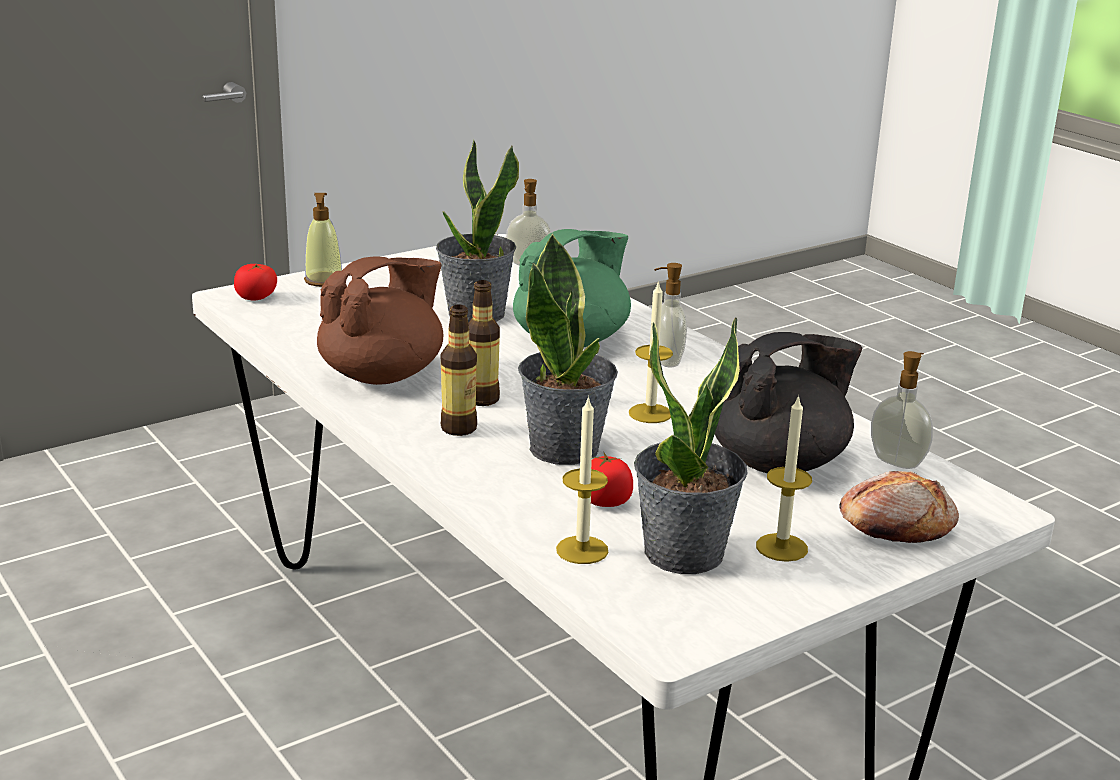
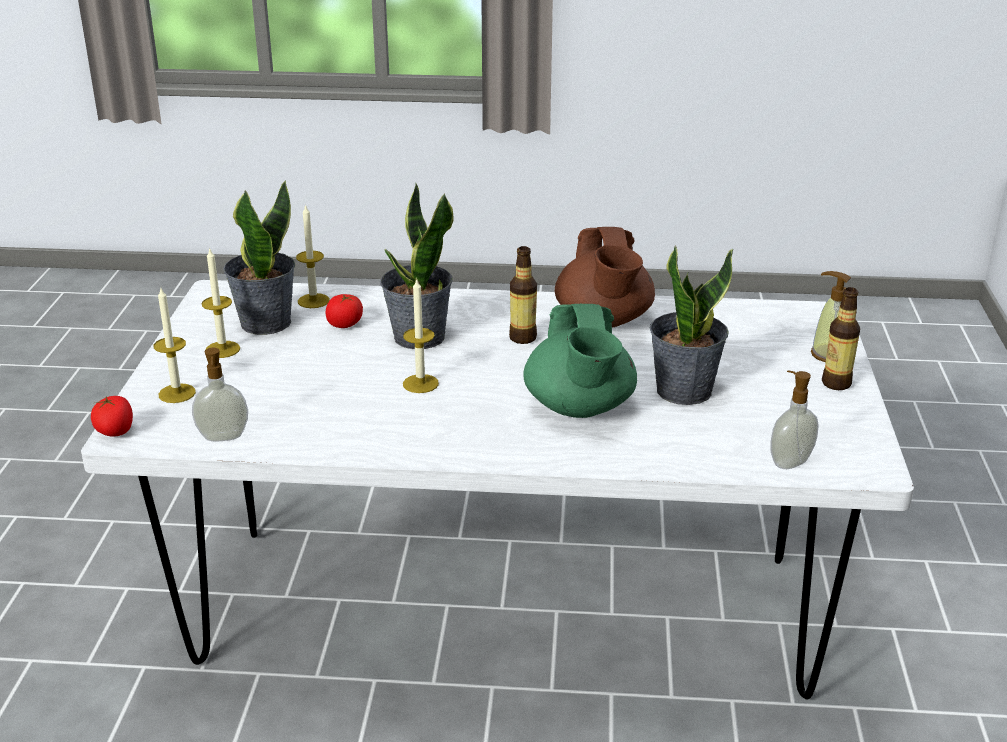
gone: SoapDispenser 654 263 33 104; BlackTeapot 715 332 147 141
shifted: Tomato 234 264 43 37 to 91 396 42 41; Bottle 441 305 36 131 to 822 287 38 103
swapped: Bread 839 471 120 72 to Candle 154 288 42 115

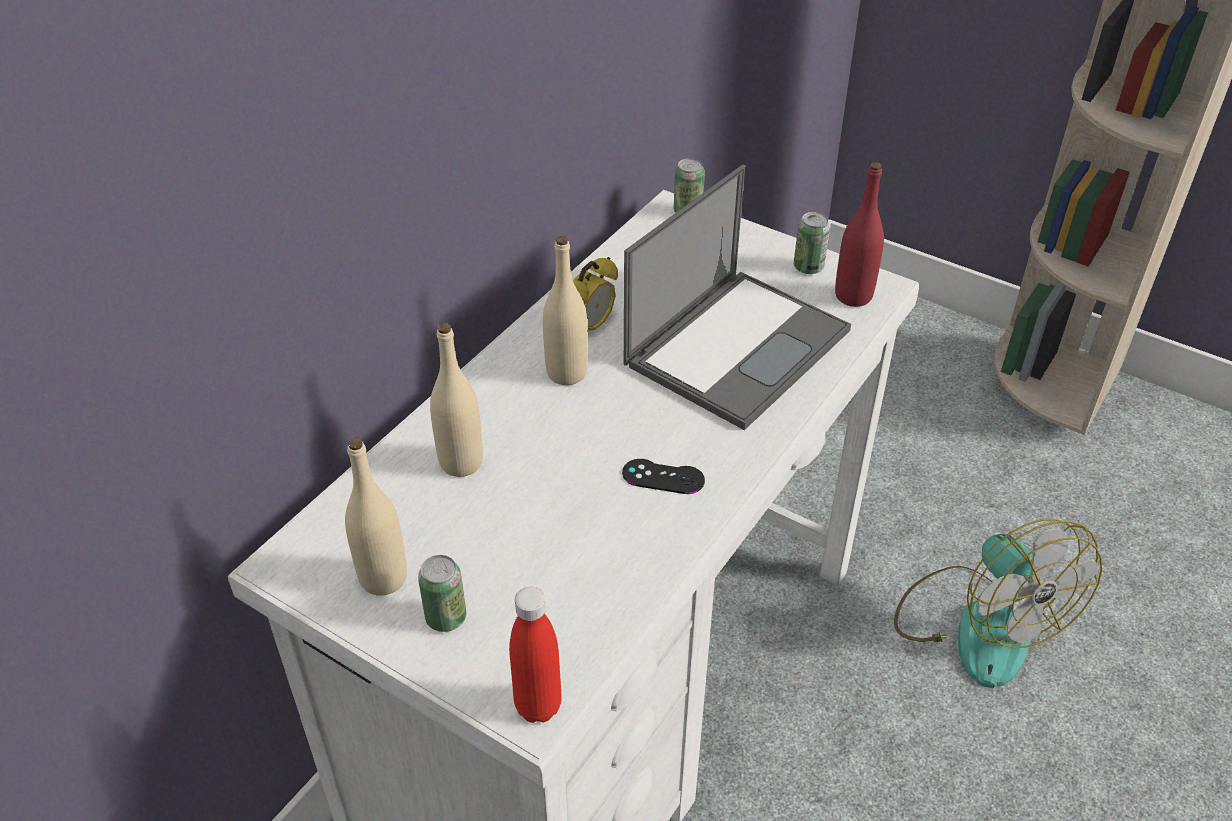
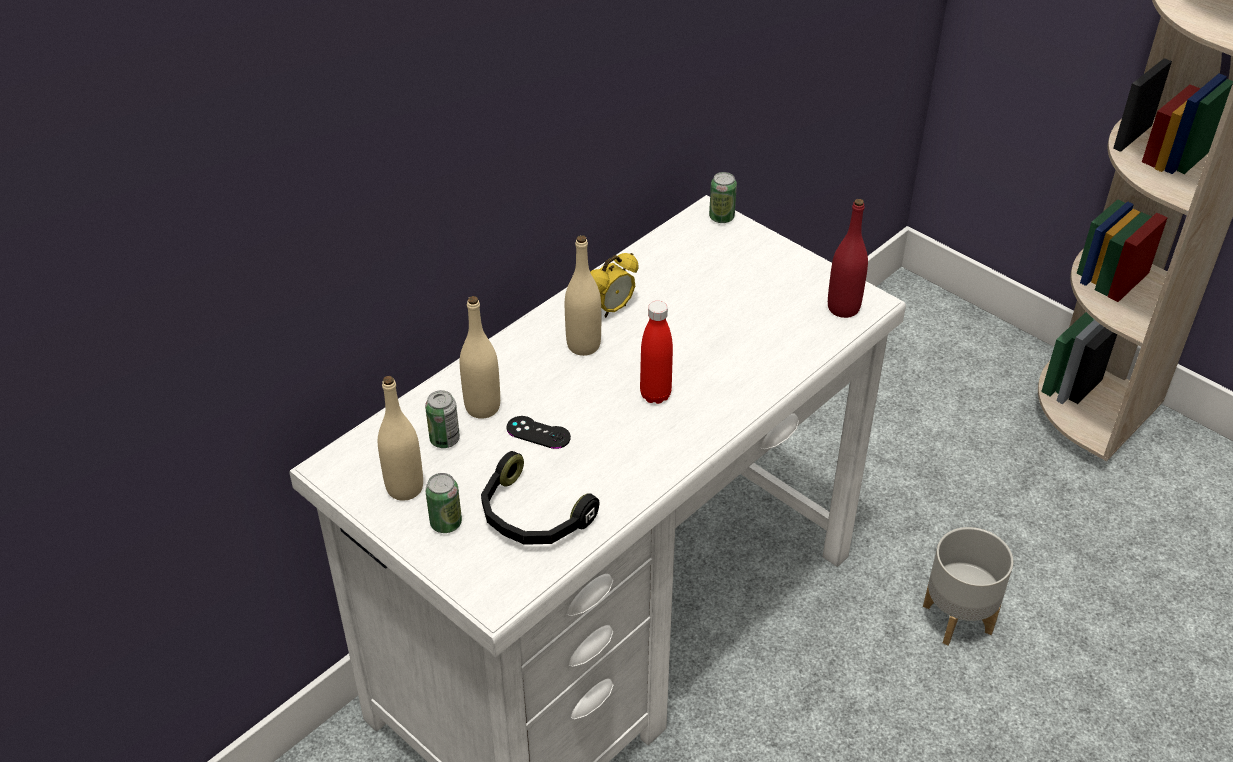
gone: Laptop 624 165 227 265
new: BlackHeadphones 481 451 118 94
shifted: RedBottle 509 587 53 136 to 640 301 33 103; BlackGameController 622 459 83 35 to 506 416 65 33; Can 794 212 36 62 to 425 390 35 58
swapped: Fan 894 519 208 169 to GreyPlanter 923 527 90 118

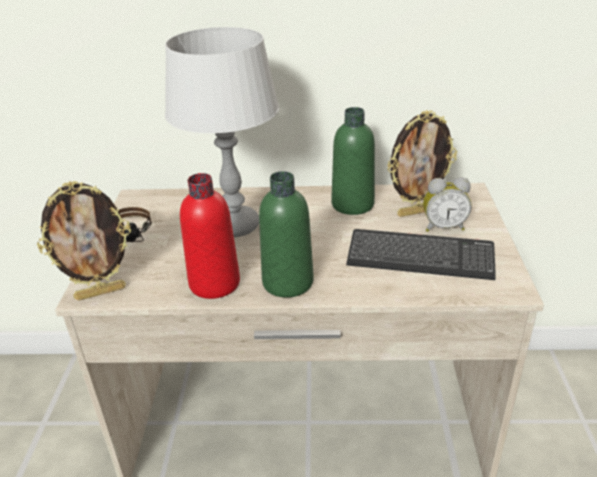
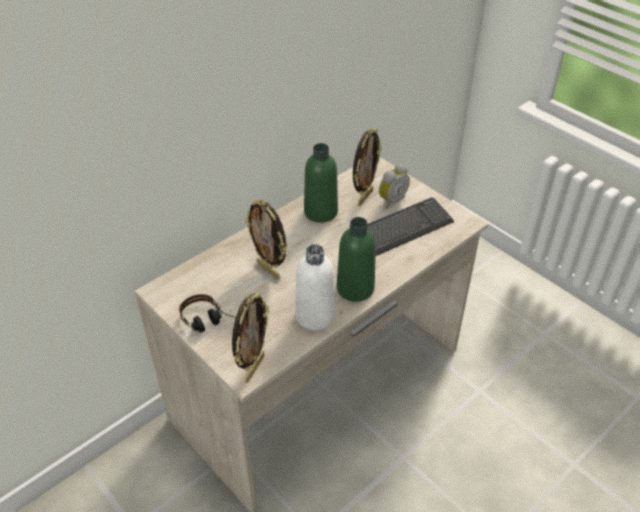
swapped: GreyTableLamp 165 27 114 210 to PictureFrame 245 199 42 81
repainted: RedBottle 180 173 60 126 to WhiteBottle 296 244 39 86

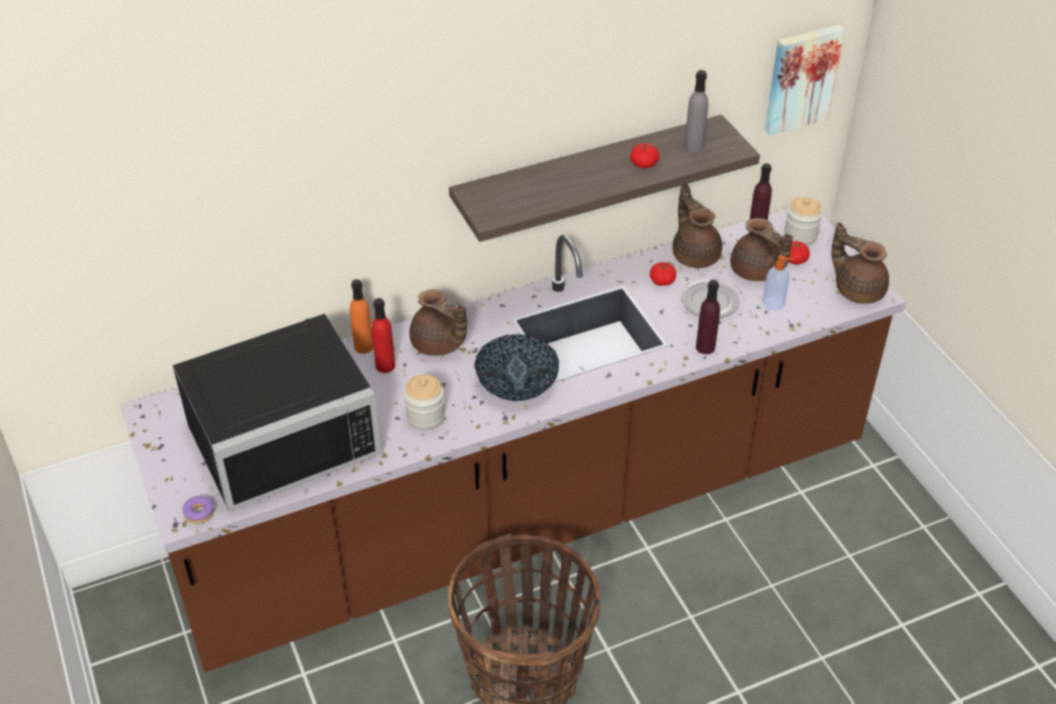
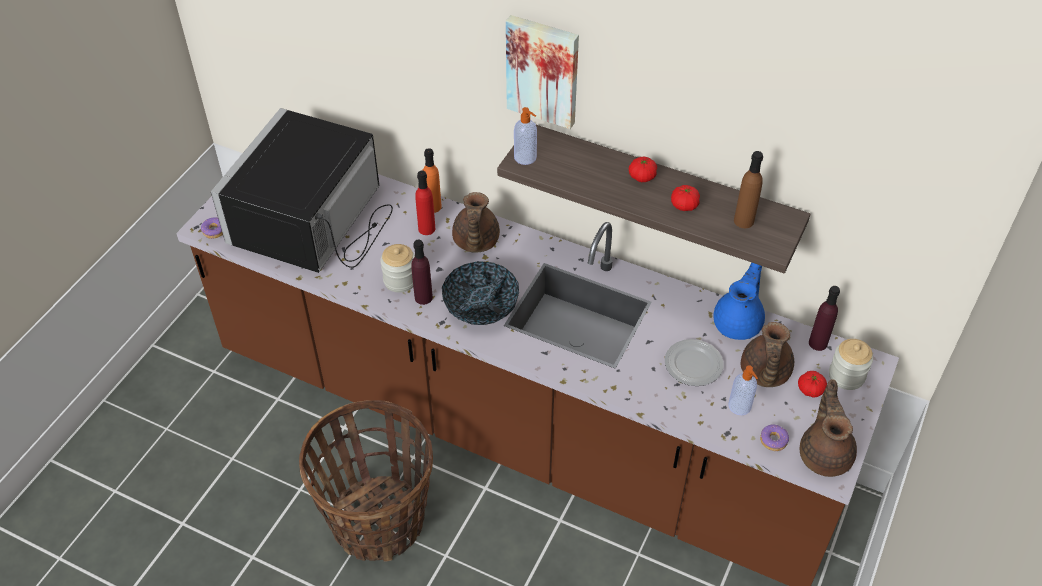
new: SoapDispenser 514 107 23 58; Donut 760 425 29 26
shifted: Tomato 650 262 26 24 to 629 157 28 25; PurpleBottle 696 280 24 74 to 411 240 22 65; Picture 765 25 80 111 to 506 15 73 114
repainted: BrownTeapot 672 184 50 84 to BlueTeapot 713 262 52 78; GreyBottle 684 70 24 83 to BrownBottle 734 151 29 77
rotated: BlackMicrowave 173 314 209 198 = 211 108 182 165 90 degrees clockwise

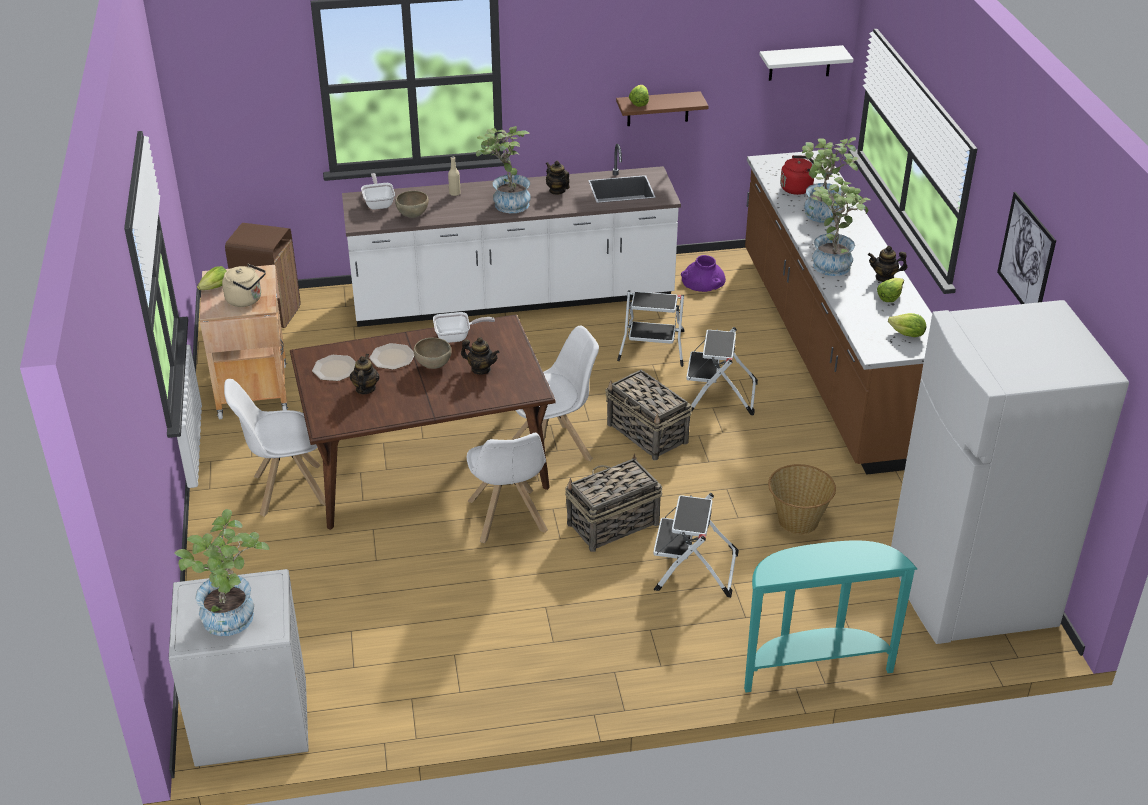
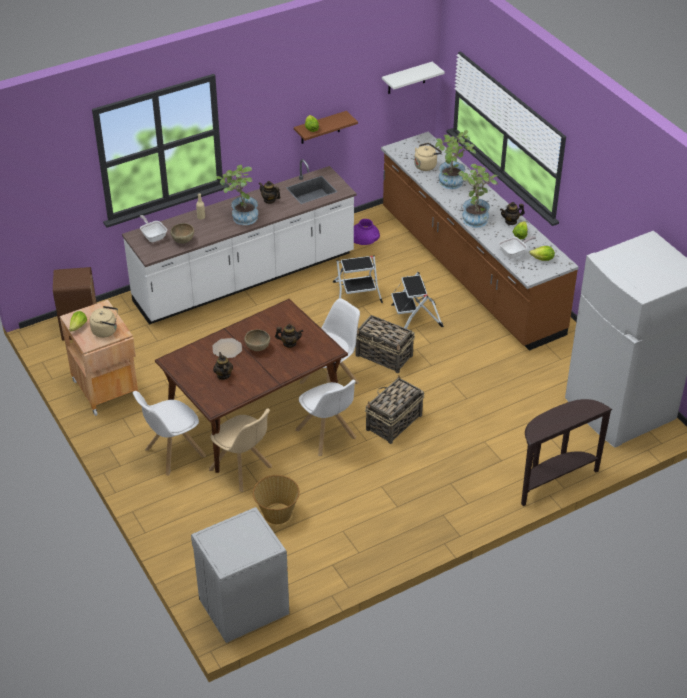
gone: PottedPlant 175 509 95 127; Plate 312 355 44 26; StepLadder 653 493 86 104; Picture 997 192 59 112
new: BeigeChair 209 409 63 83
shifted: FryingPan 433 312 62 31 to 499 236 38 23; Basket 768 464 68 70 to 253 475 47 49
repainted: TurquoiseConsoleTable 744 540 173 152 to BrownConsoleTable 521 399 91 107; RedKettle 780 155 34 40 to BeigeKettle 414 143 28 28

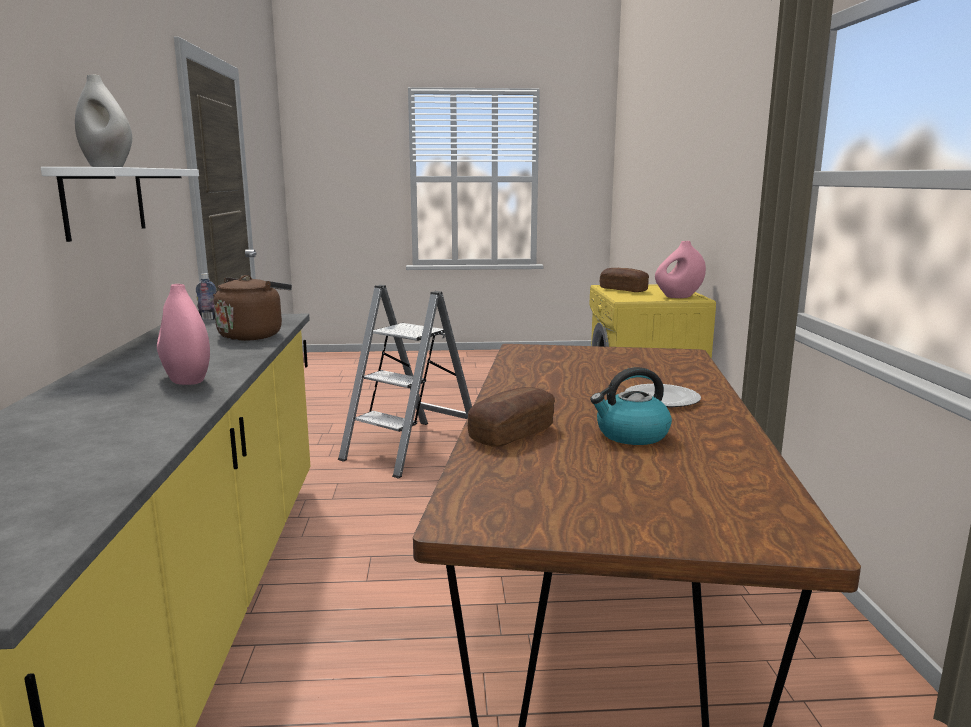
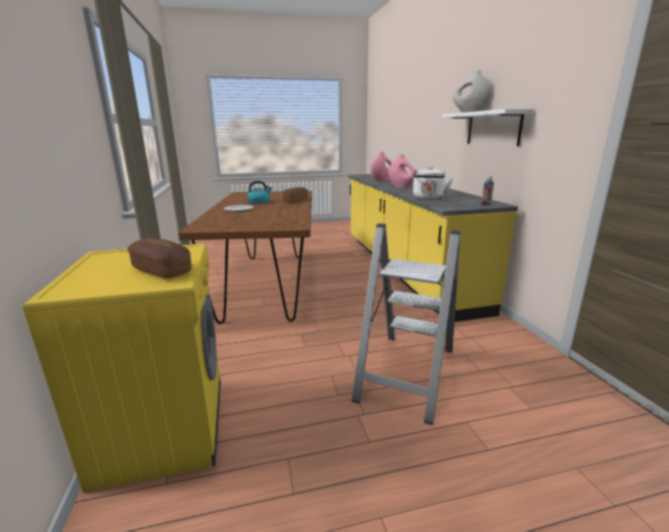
shifted: PinkVase 655 241 51 57 to 371 152 21 30
repainted: BrownKettle 213 275 79 66 to WhiteKettle 413 167 40 32

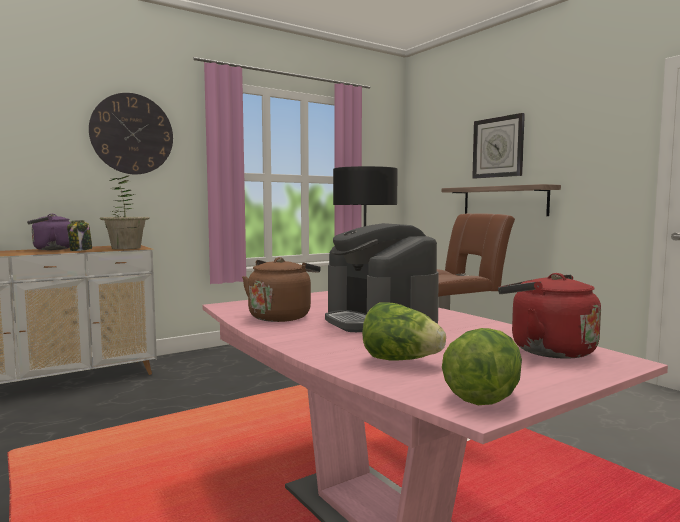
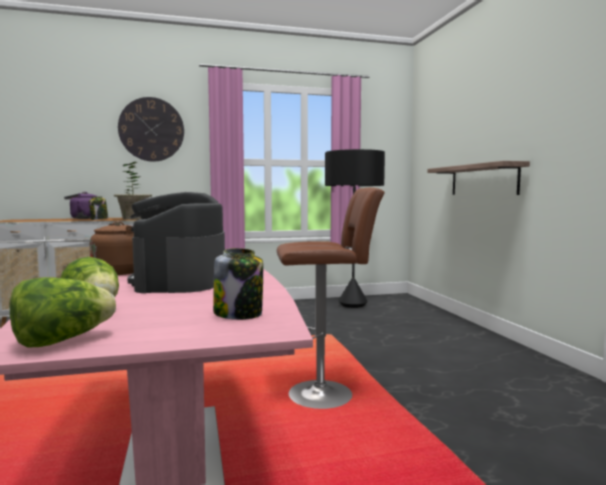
gone: WallClock 472 113 53 65
swapped: RedKettle 498 273 103 86 to Jar 213 248 50 72

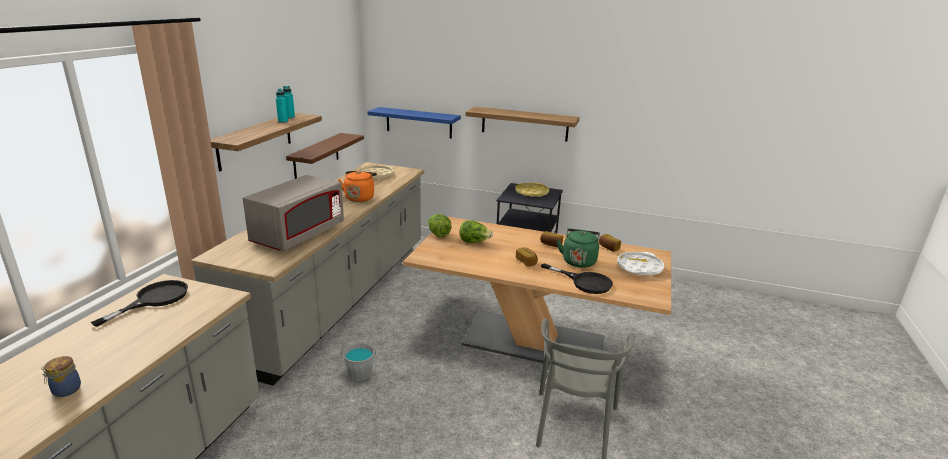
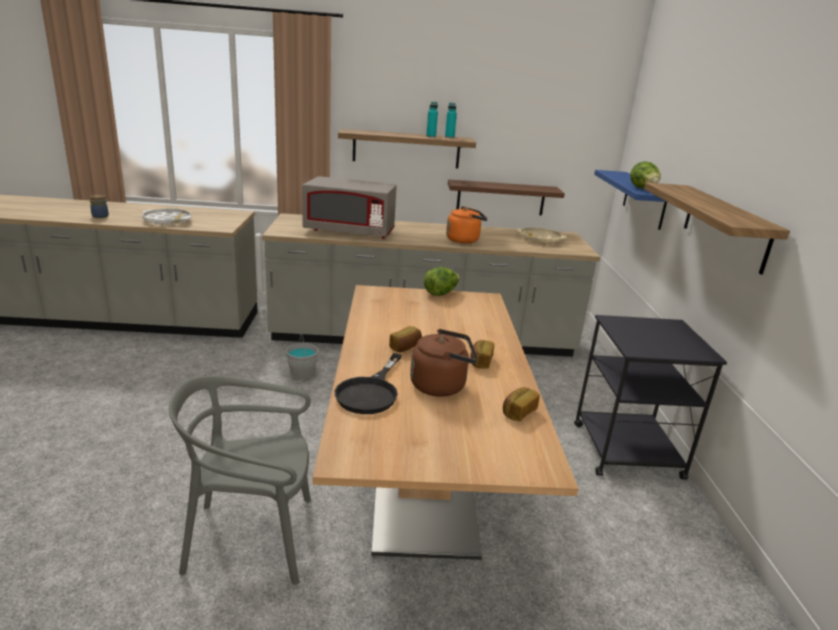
gone: BlackFryingPan 90 280 98 47; YellowTray 515 182 34 15
shifted: Lettuce 459 220 34 23 to 630 161 31 27; WhiteTray 617 252 47 24 to 142 209 50 16
repainted: GreenKettle 557 228 43 40 to BrownKettle 410 329 67 68

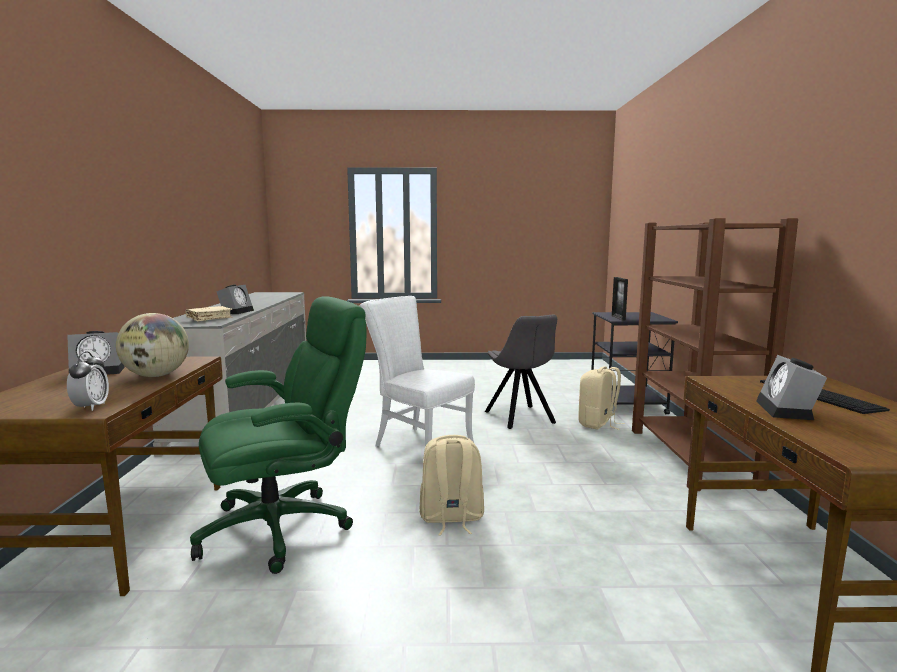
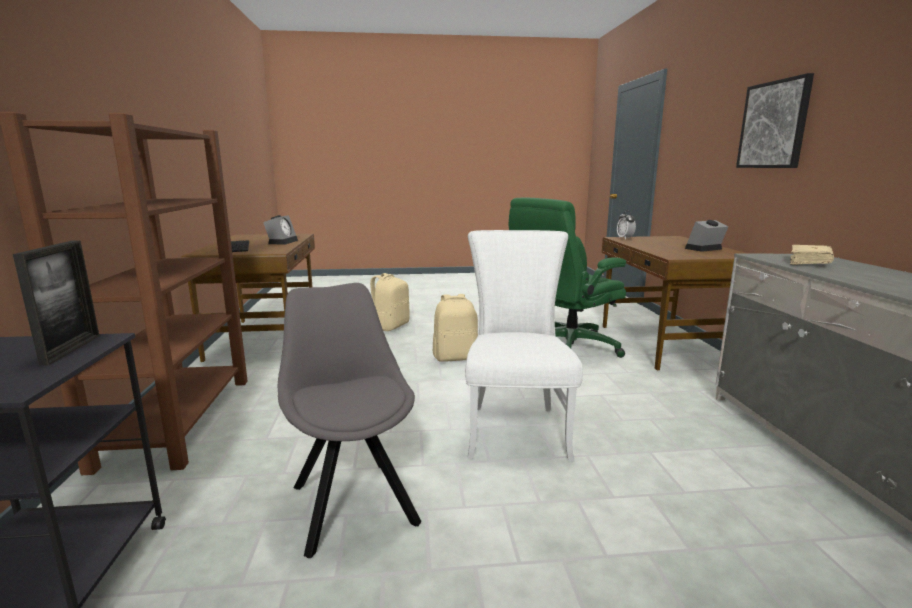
gone: Globe 116 313 73 64; AlarmClock 216 284 38 30
new: Picture 736 73 78 95
shifted: BeigeBackpack 578 366 47 64 to 370 273 40 58
rotated: WhiteChair 360 296 115 151 = 465 230 118 231 120 degrees counterclockwise

